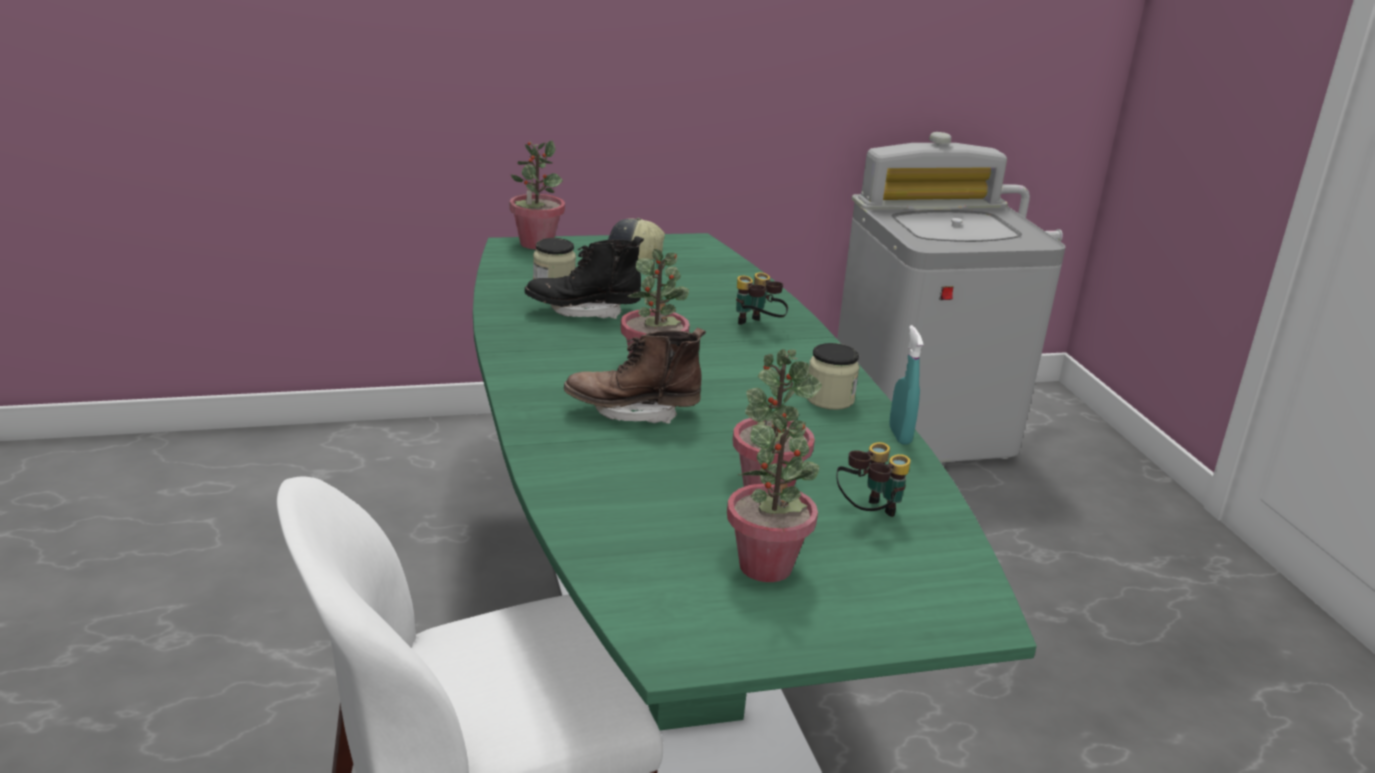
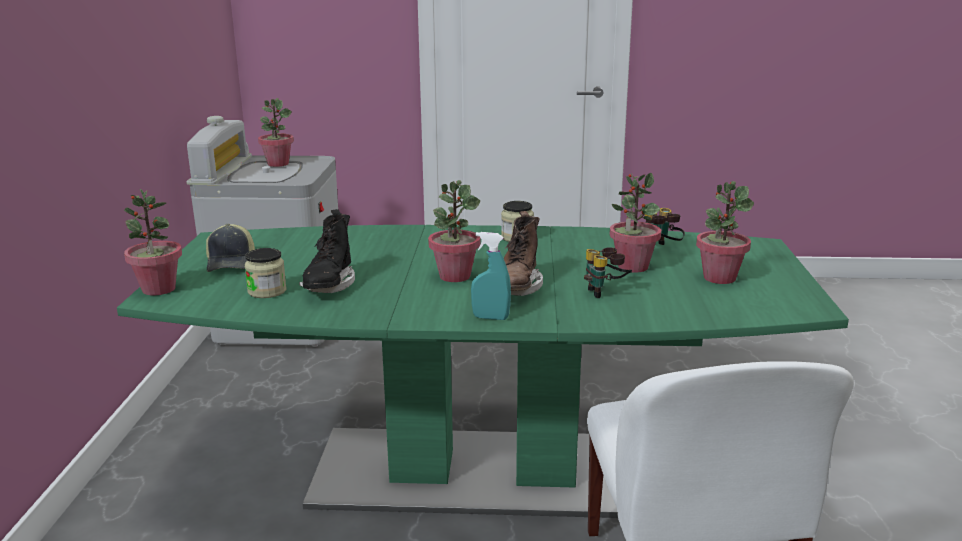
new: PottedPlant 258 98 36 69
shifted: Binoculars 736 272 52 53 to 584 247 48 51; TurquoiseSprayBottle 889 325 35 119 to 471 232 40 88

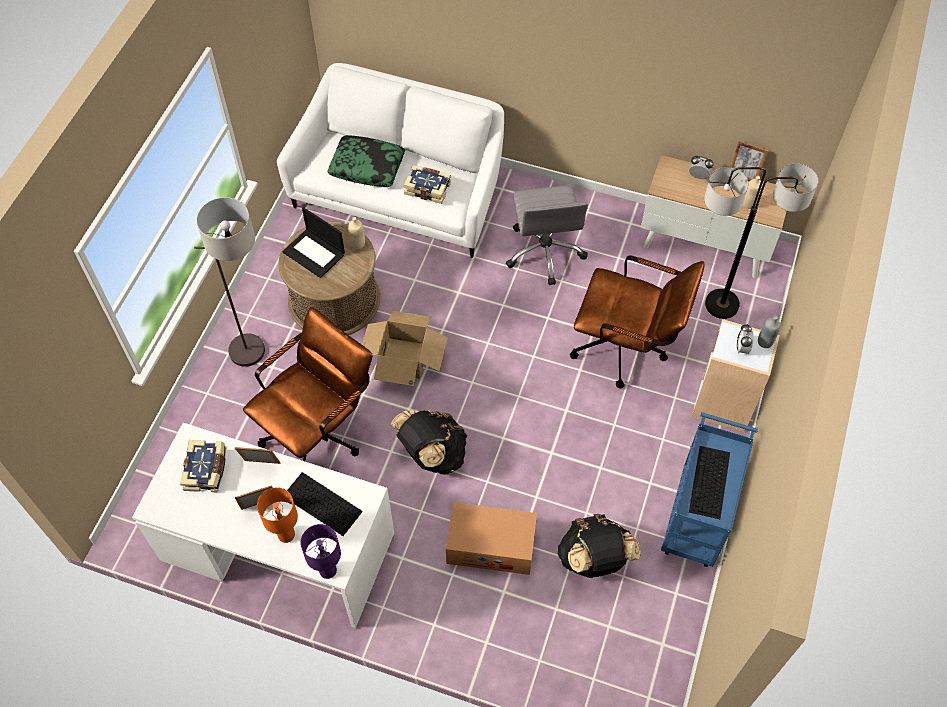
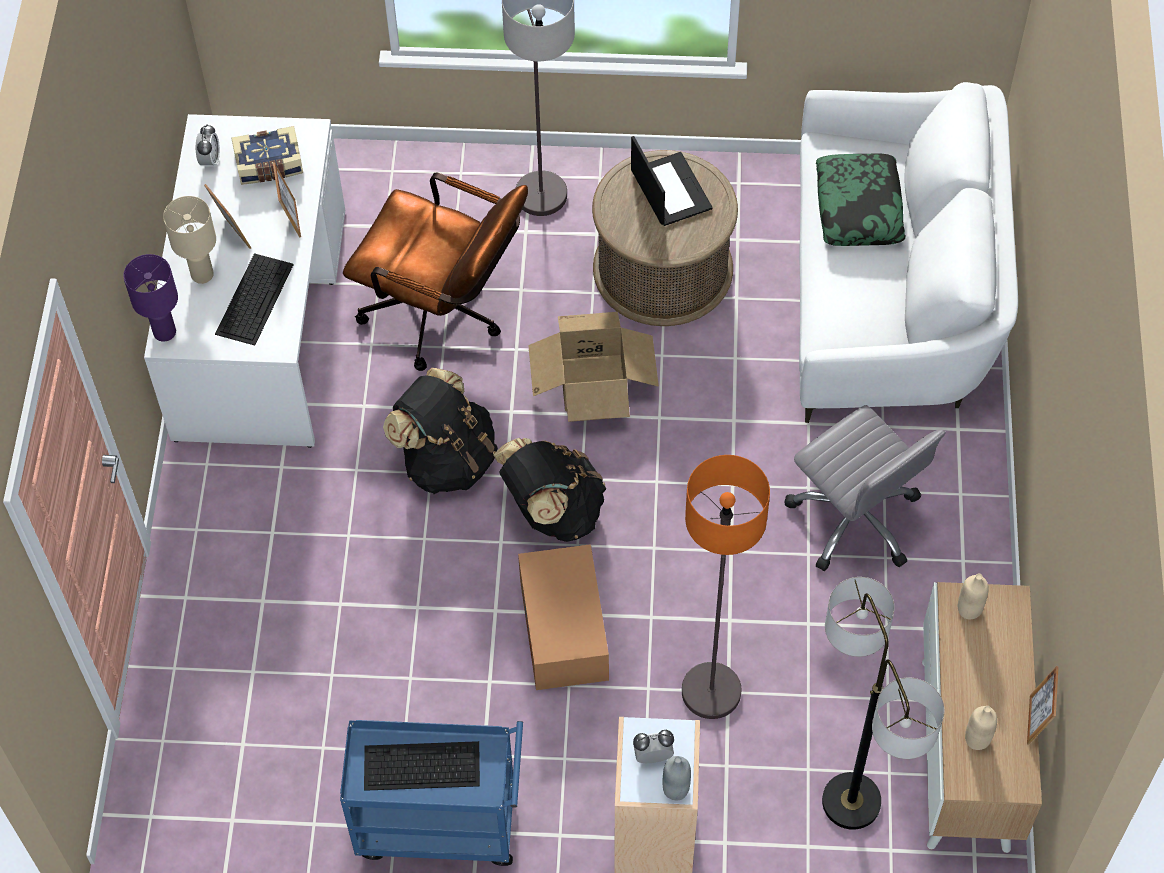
gone: Book 403 165 48 39
shifted: BeigeBottle 348 217 17 32 to 958 574 31 45; CardboardBox 446 502 91 73 to 518 544 91 146; BlackBackpack 558 514 83 64 to 493 438 113 104; AlarmClock 689 156 24 23 to 196 124 24 44
swapped: BrownOfficeChair 570 255 134 133 to OrangeFloorLamp 682 455 88 264
repainted: OrangeTableLamp 257 487 41 56 to BeigeTableLamp 163 196 53 88
rotated: Laptop 282 207 63 71 = 631 136 82 90 135 degrees clockwise; GreyOfficeChair 506 186 82 99 = 784 405 162 166 105 degrees counterclockwise

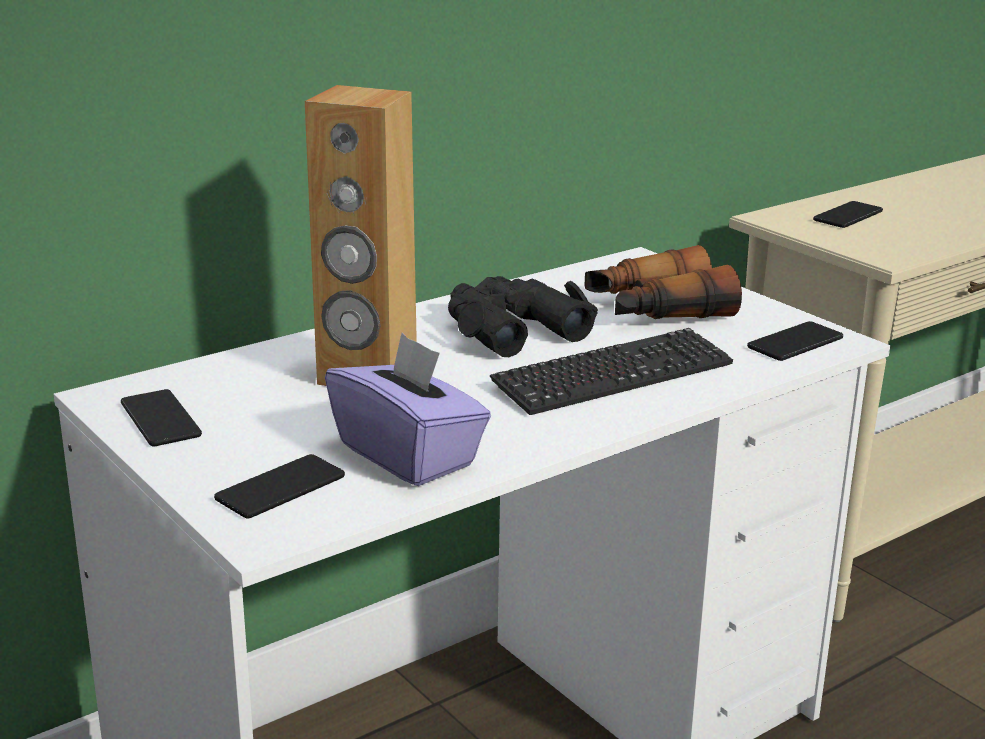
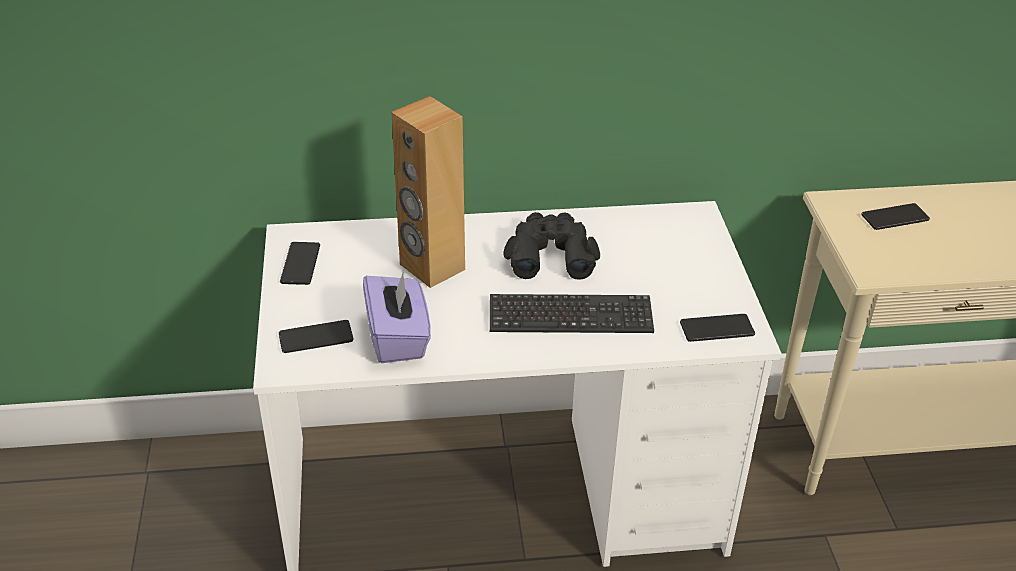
gone: Binoculars 584 245 158 74

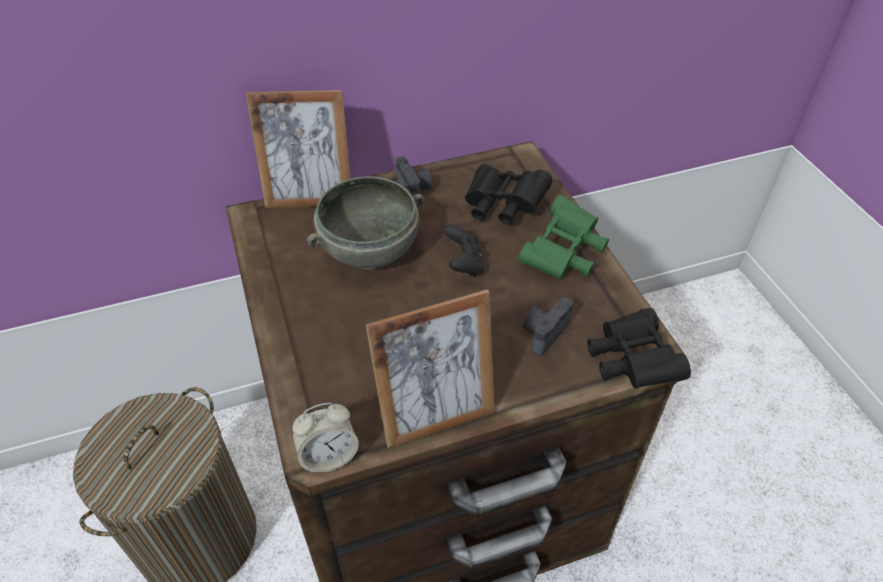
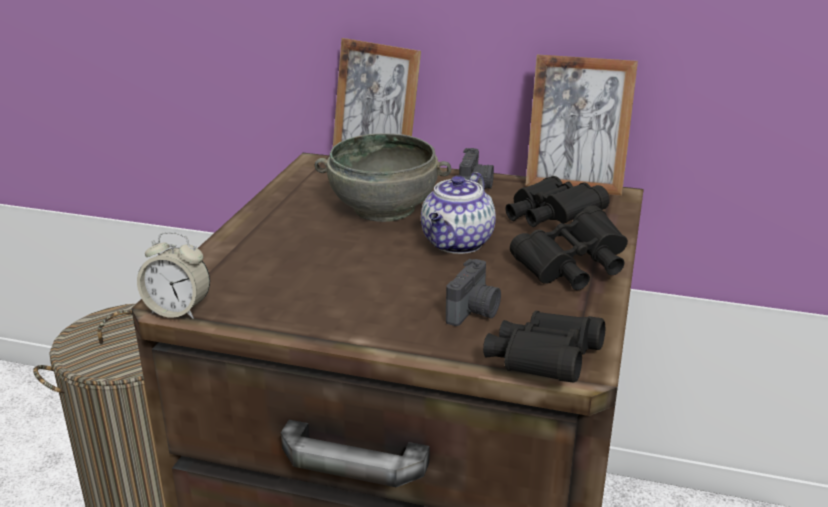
shifted: PictureFrame 366 289 128 160 to 525 55 113 141
swapped: BlackGameController 444 225 40 52 to Teapot 421 172 75 82
repainted: GreenBinoculars 518 195 91 85 to BlackBinoculars 510 205 118 85
rotated: PhotoCamera 523 297 50 59 = 446 259 55 67 135 degrees clockwise

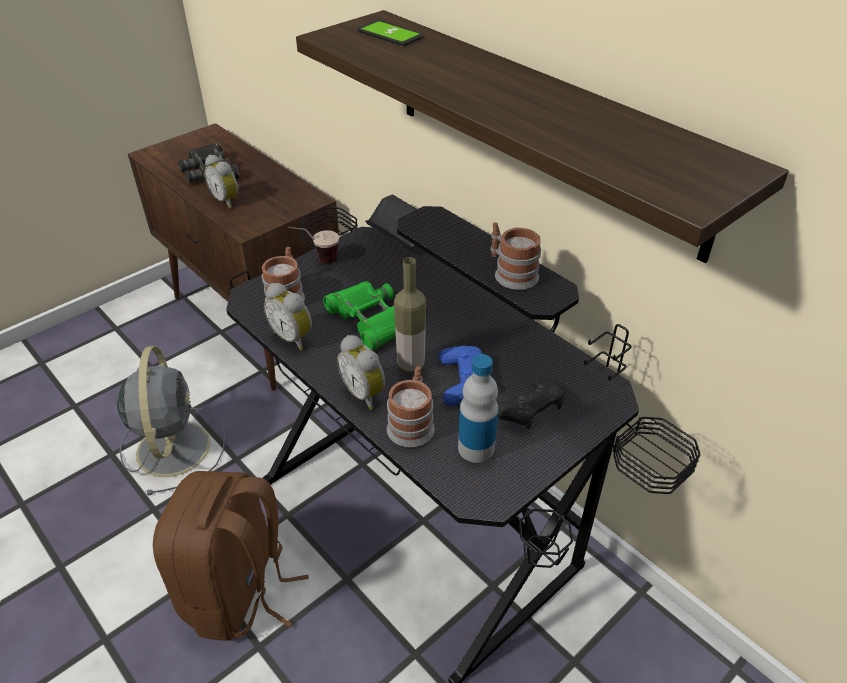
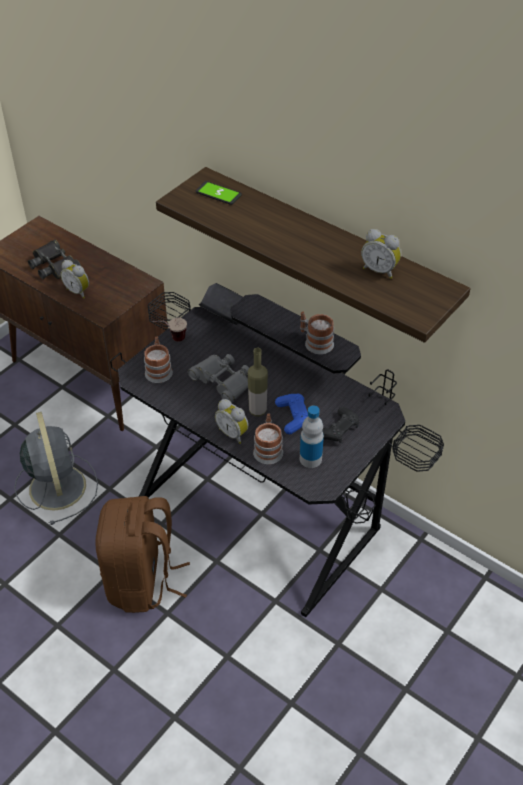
shifted: AlarmClock 264 283 48 67 to 361 229 40 50
repainted: GreenBinoculars 323 281 73 70 to GreyBinoculars 188 354 61 49

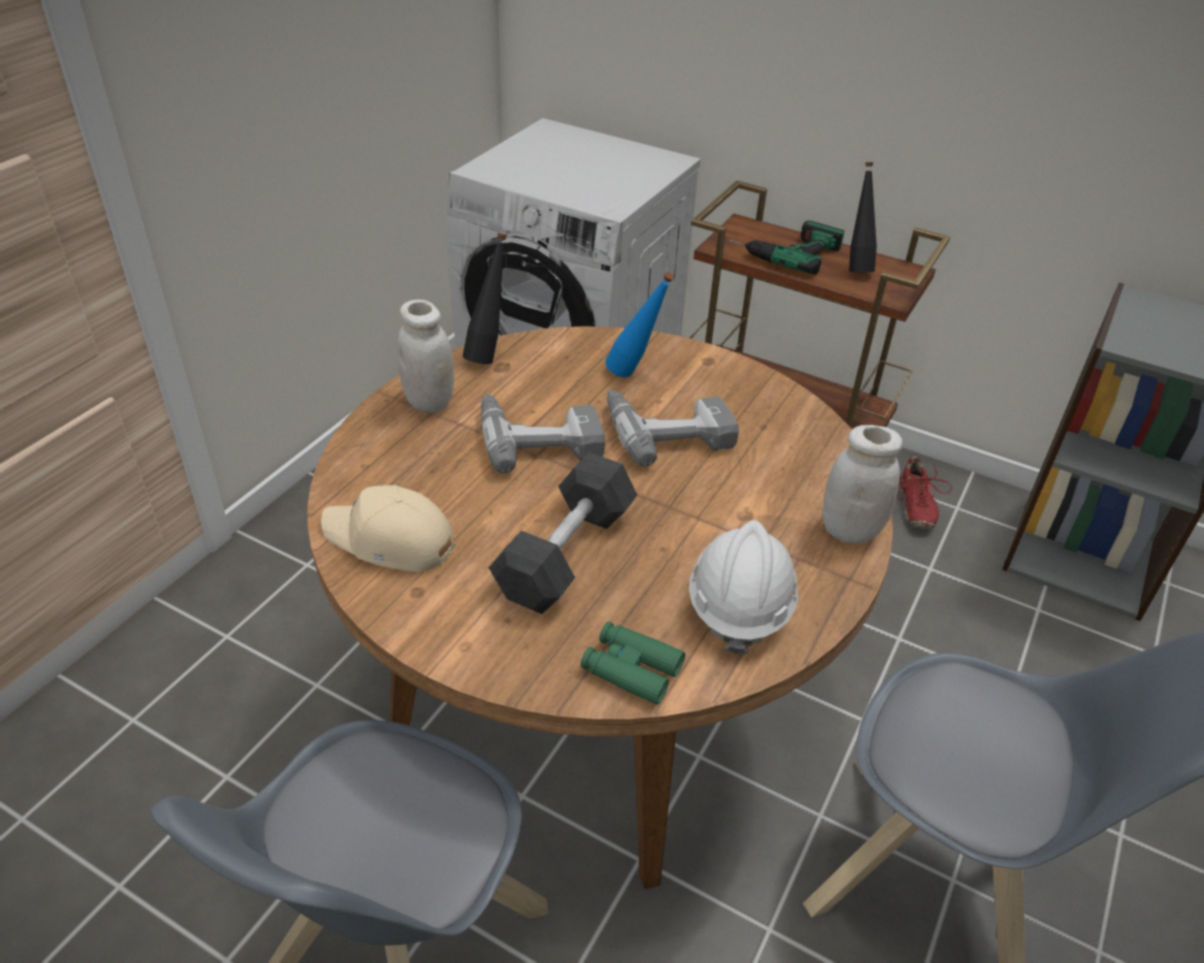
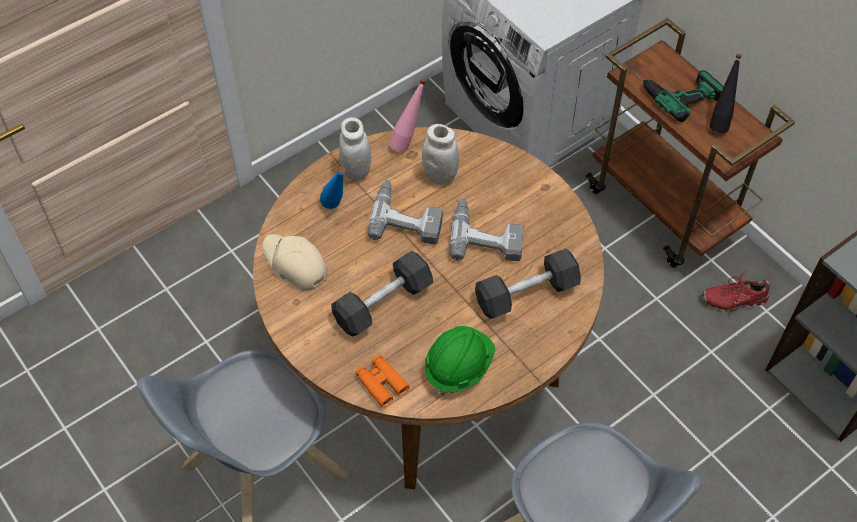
new: BlackDumbbell 475 248 106 71
shifted: BlueBottle 605 272 69 105 to 320 167 25 42; WhiteJar 823 425 80 119 to 422 124 37 61
repainted: BlackBottle 463 233 44 131 to PinkBottle 389 78 37 74; GreenBinoculars 581 622 104 83 to OrangeBinoculars 355 355 55 52; WhiteHardHat 689 520 110 134 to GreenHardHat 425 326 70 70
rotated: RedShoe 896 456 56 73 = 702 271 68 41 60 degrees clockwise

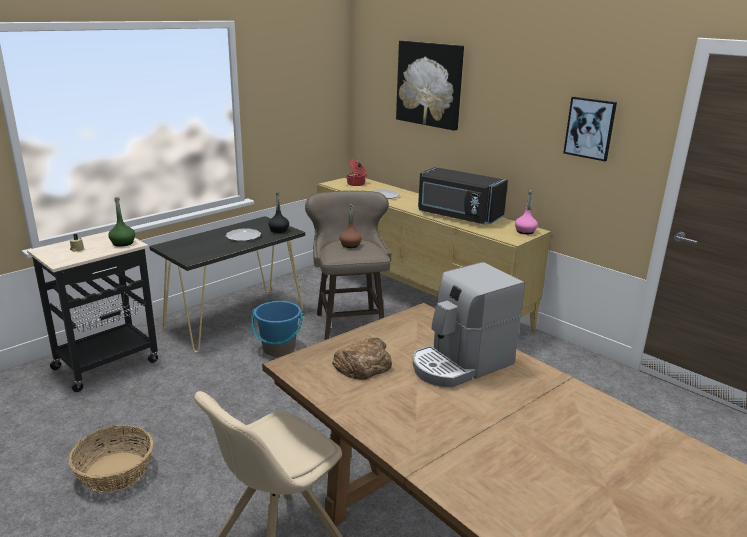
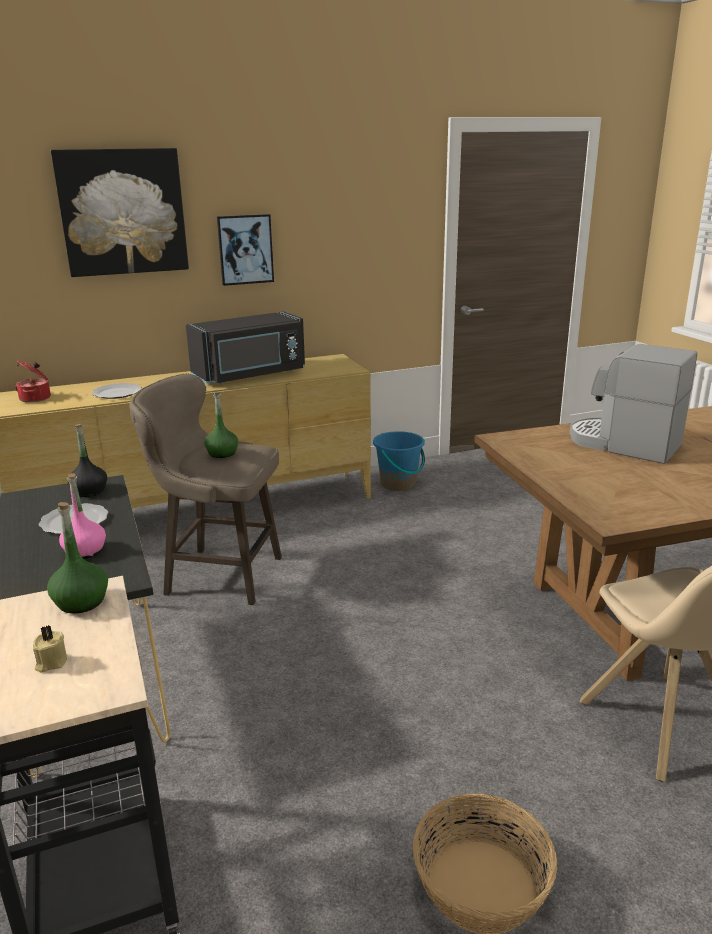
gone: Bread 332 338 60 42
shifted: BlueBucket 251 301 52 56 to 373 431 52 60; PinkBottle 515 190 23 44 to 59 473 47 86; Picture 563 97 54 64 to 217 214 57 72
repainted: BrownBottle 340 205 22 43 to GreenBottle 204 392 34 66
rotated: CoffeeMachine 413 262 112 125 = 570 344 127 120 135 degrees clockwise

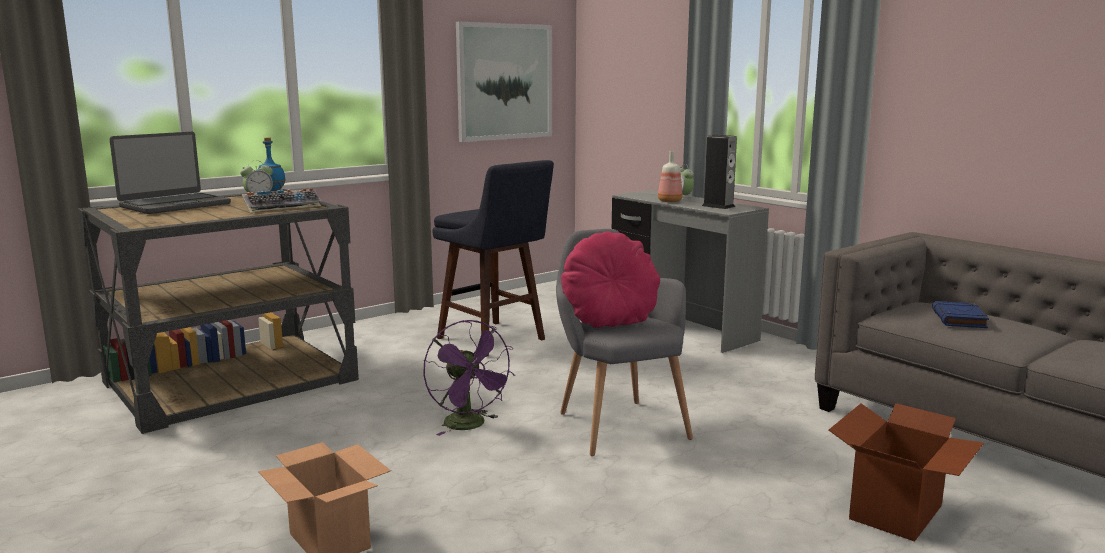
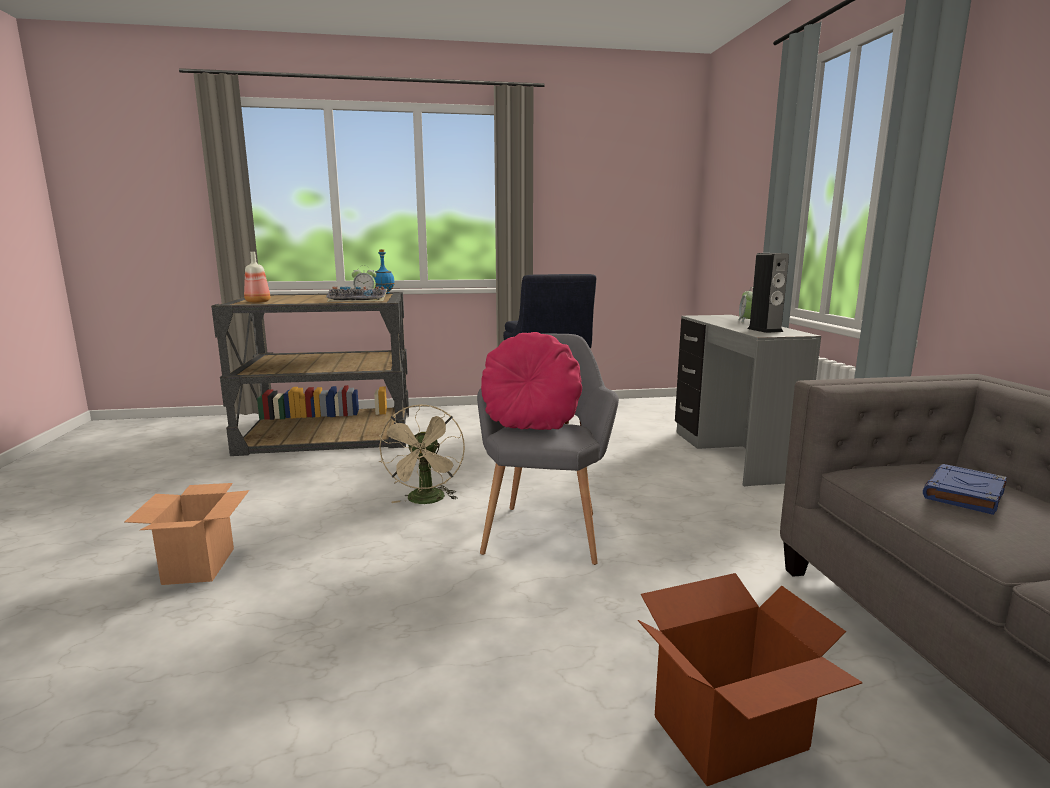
gone: Laptop 109 132 122 82; Picture 456 22 96 120
shifted: Bottle 658 151 24 51 to 244 252 26 51
repainted: PurpleFan 423 320 92 116 to BeigeFan 379 404 86 100

